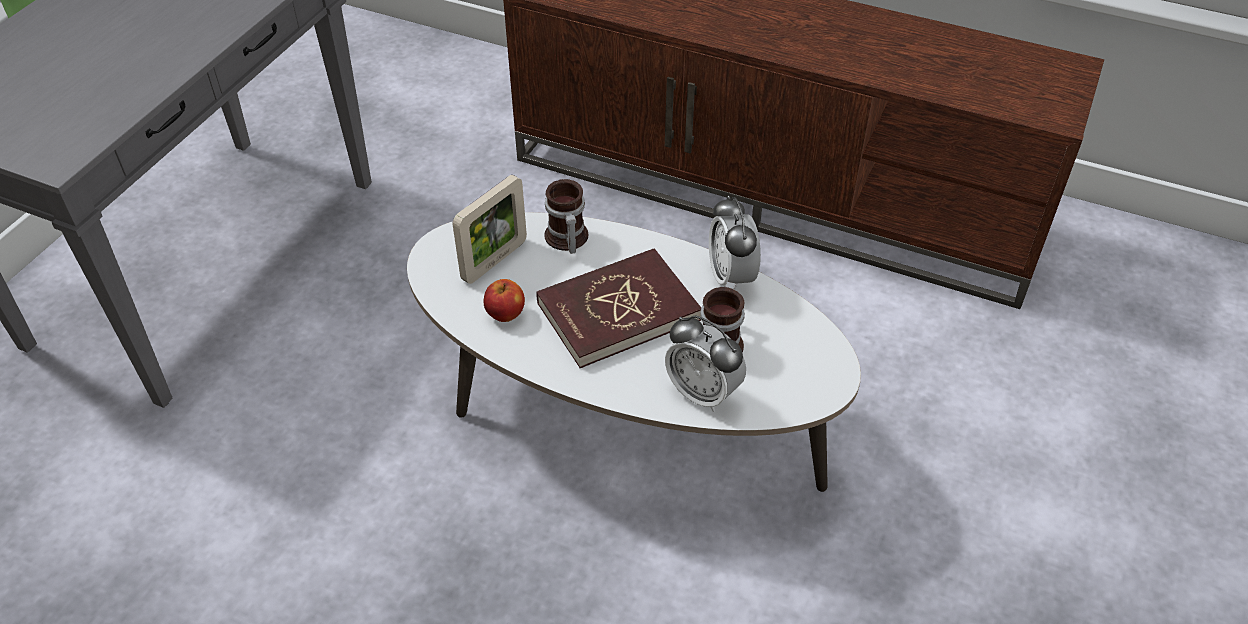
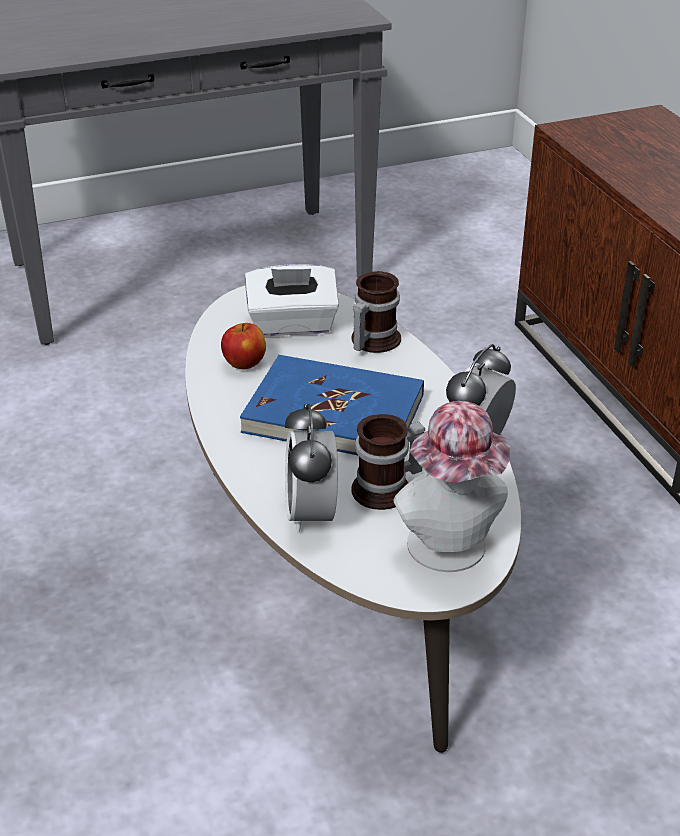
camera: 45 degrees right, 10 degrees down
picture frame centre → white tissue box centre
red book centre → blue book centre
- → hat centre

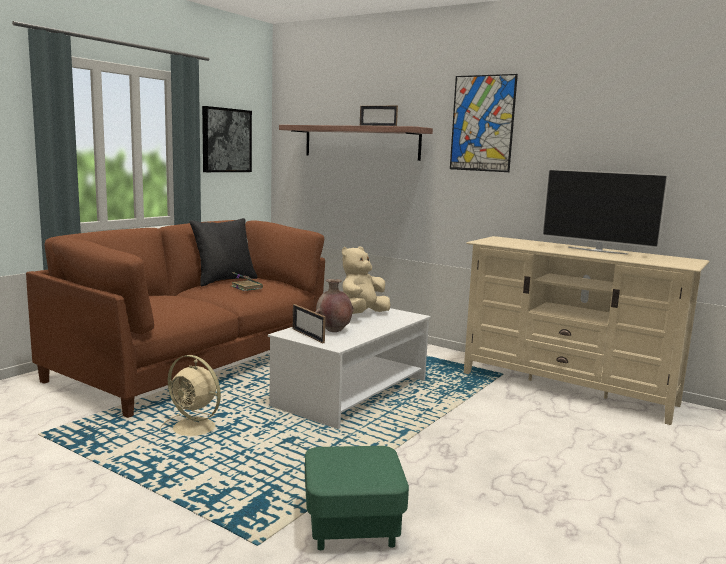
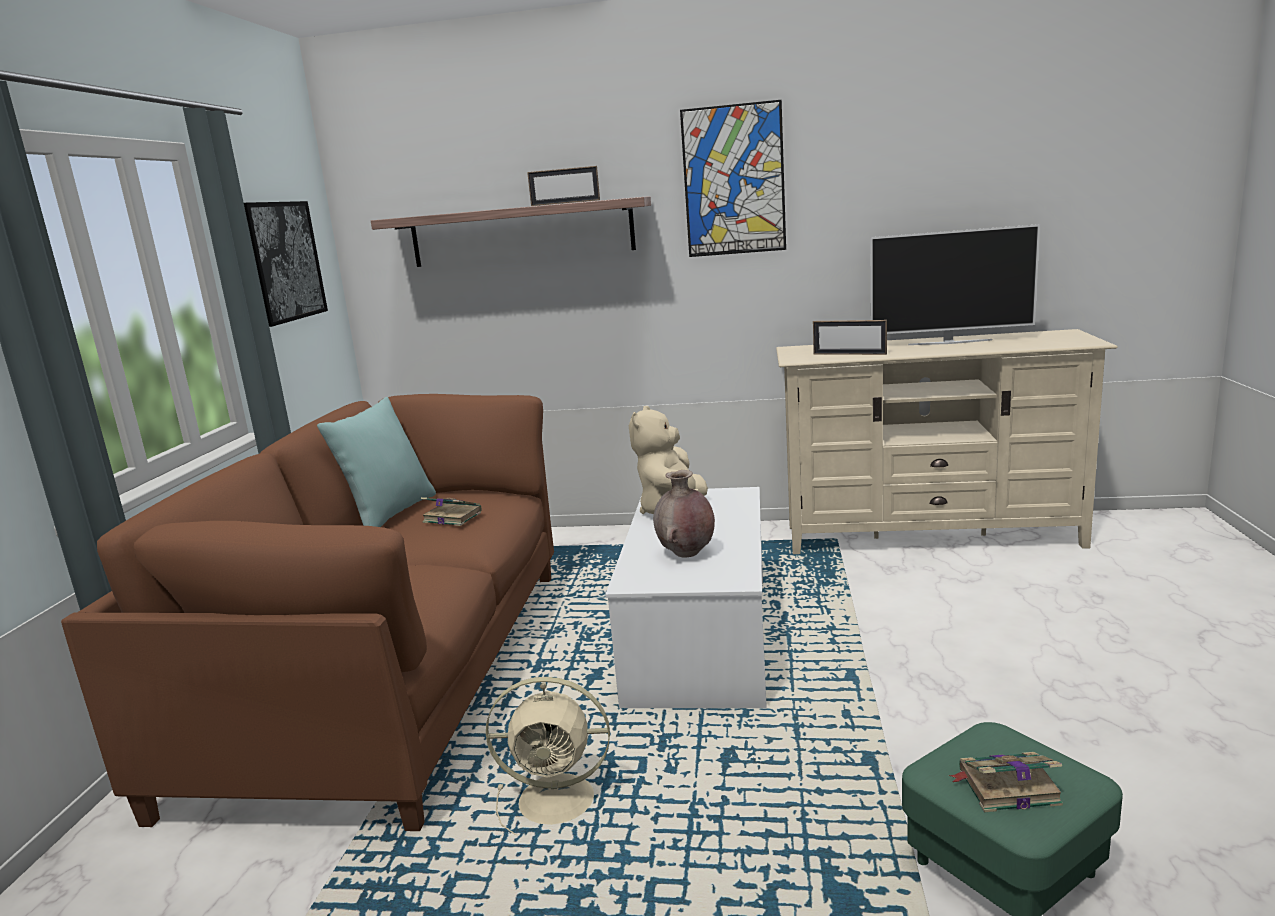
camera: 25 degrees left, 5 degrees up
black pillow middle left → turquoise pillow middle left
picture frame (1st from left in the first image) centre → picture frame (2nd from left) middle right, moved
- → book (2nd from left) bottom right

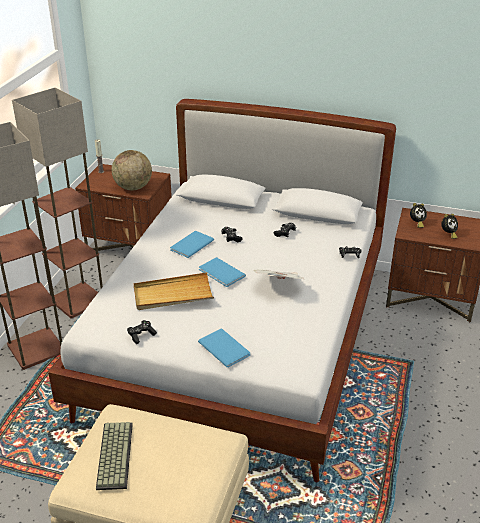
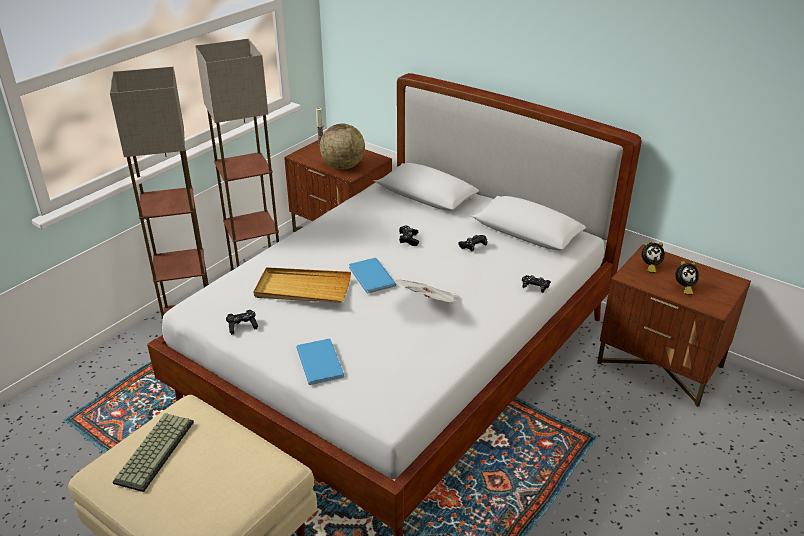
camera: 20 degrees right, 0 degrees up
blue book (1st from left) centre → -

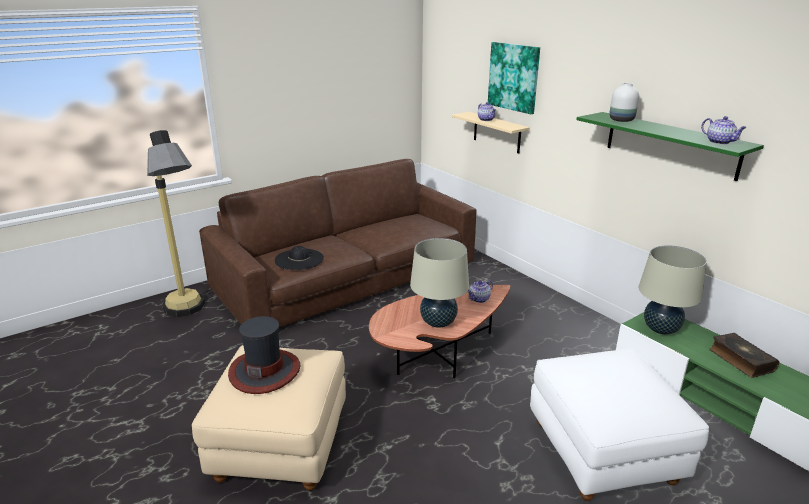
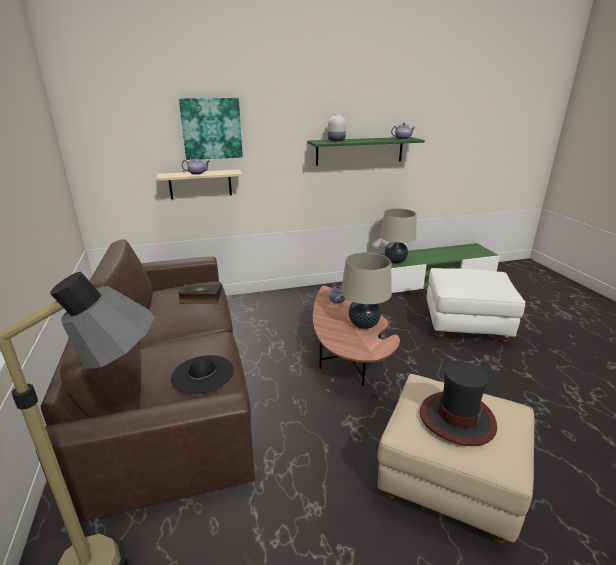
camera: 70 degrees left, 0 degrees up
book bottom right → book middle left, moved

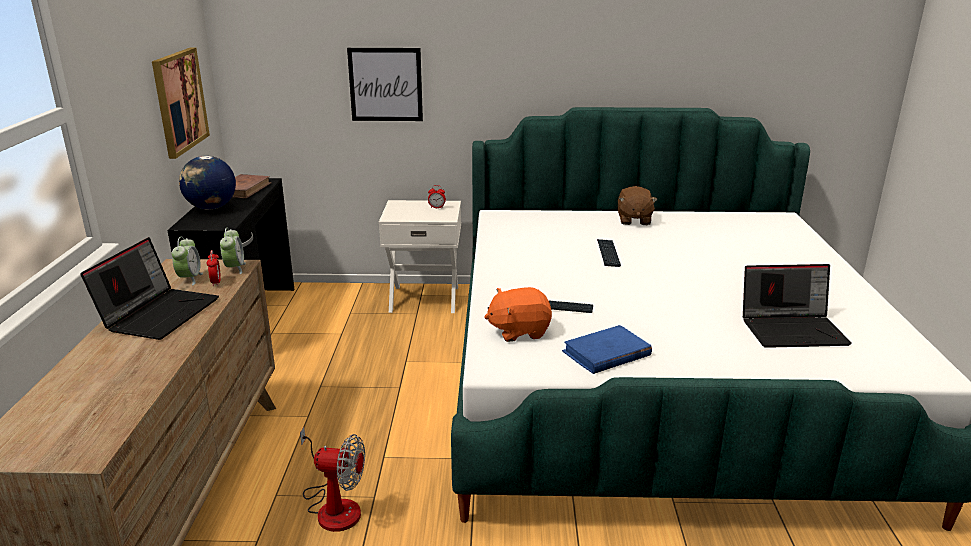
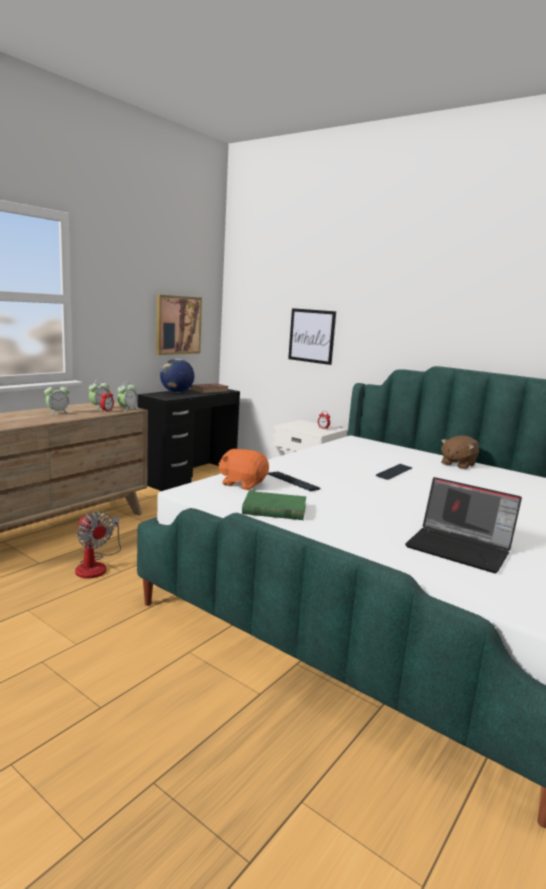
camera: 35 degrees right, 10 degrees down
laptop (1st from left) middle left → alarm clock (1st from left) middle left
blue book centre → green book centre

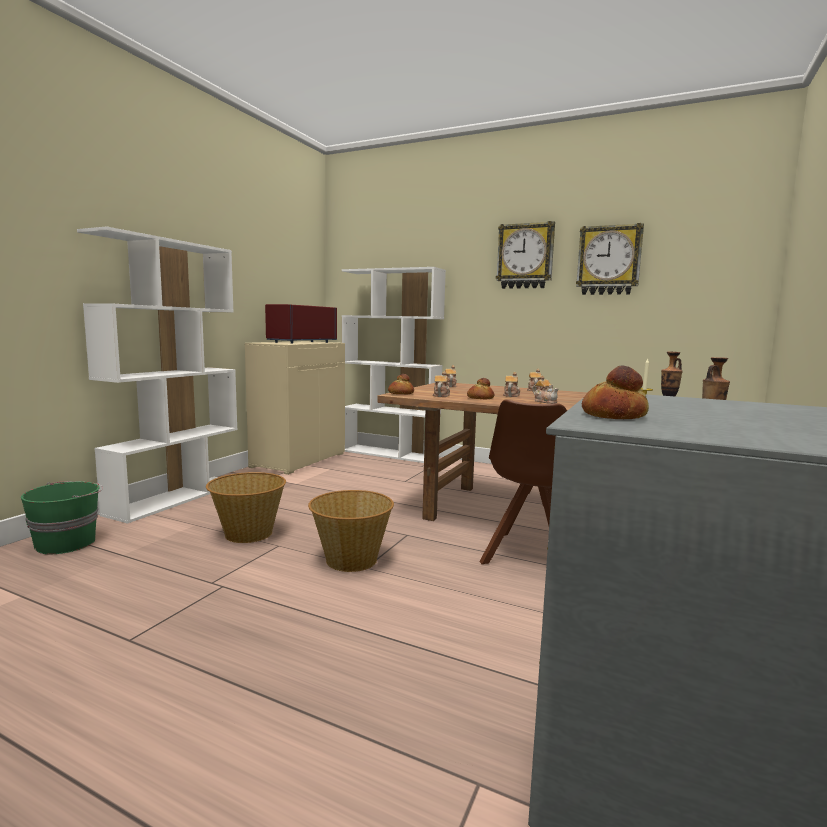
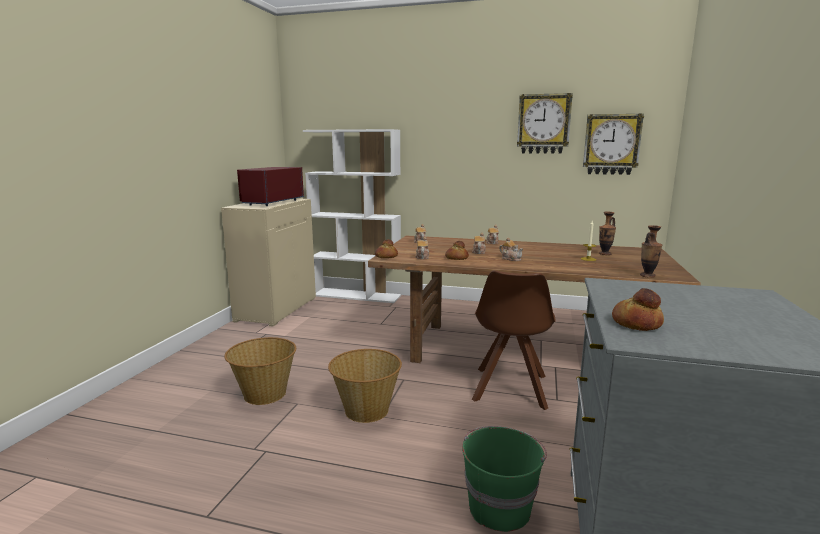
camera: 10 degrees left, 5 degrees up
wall clock (1st from left in the first image) top centre → wall clock (2nd from left) top right, moved
white bookcase (1st from left) middle left → -
green bucket middle left → green bucket bottom centre, moved

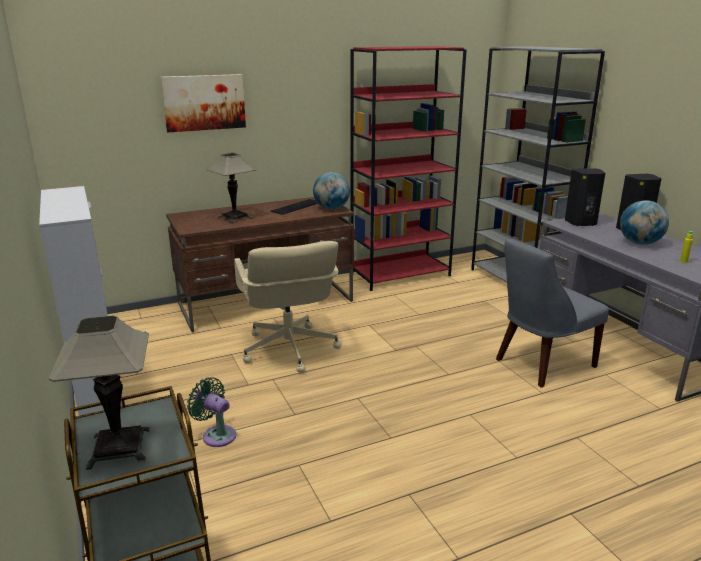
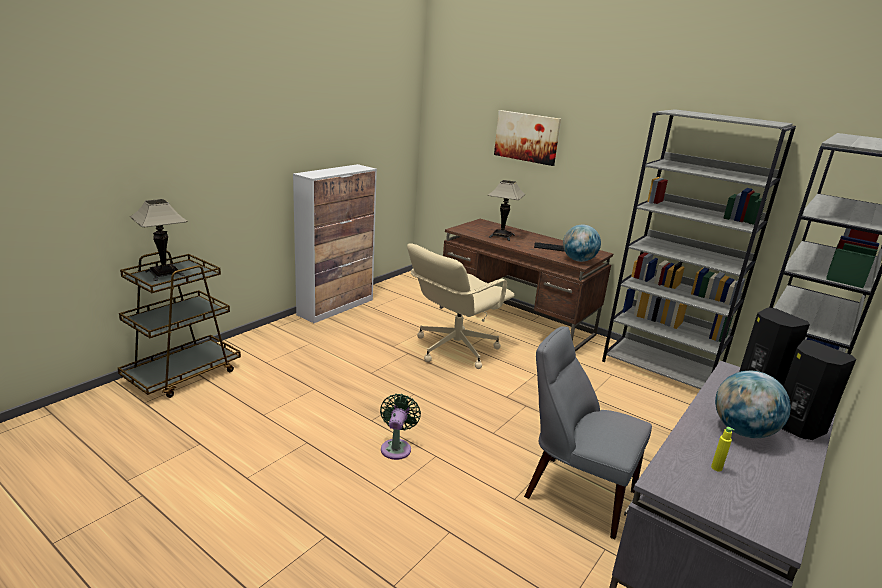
camera: 60 degrees right, 0 degrees up
red bookcase top centre → grey bookcase (1st from left) middle right
green fan bottom left → green fan bottom centre, moved

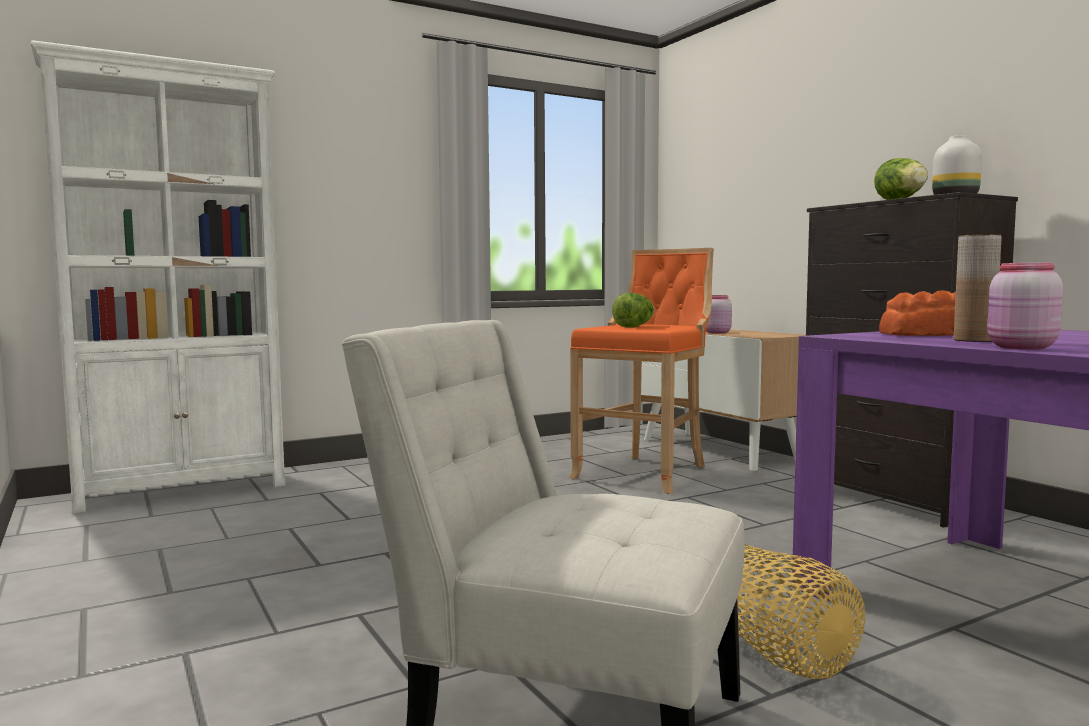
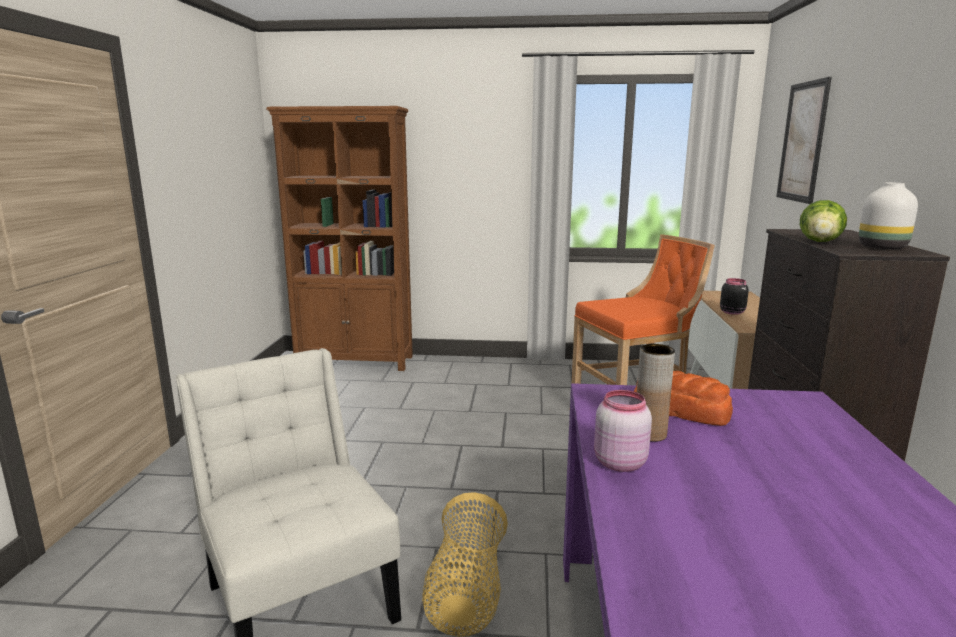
camera: 35 degrees right, 10 degrees up
white bookcase middle left → brown bookcase centre
lettuce (1st from left) centre → -
pink jar (1st from left) centre → black jar middle right
- → picture top right

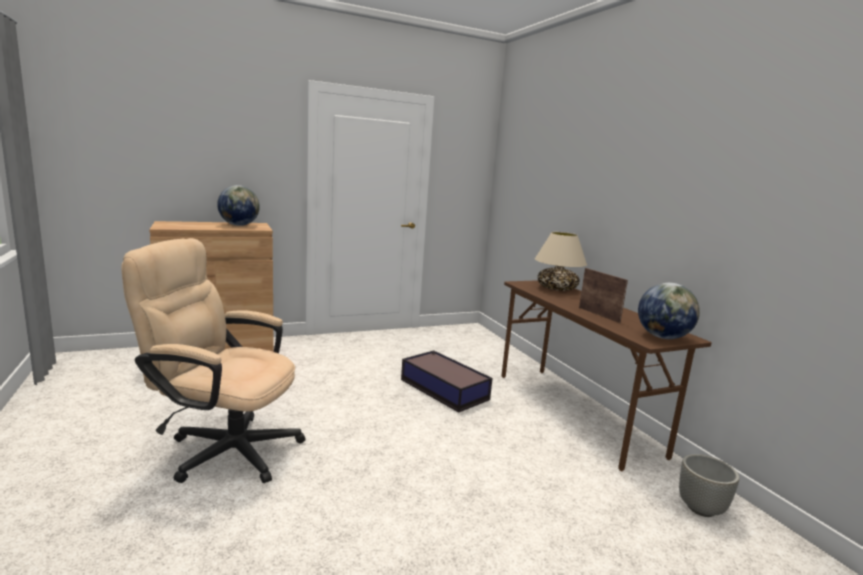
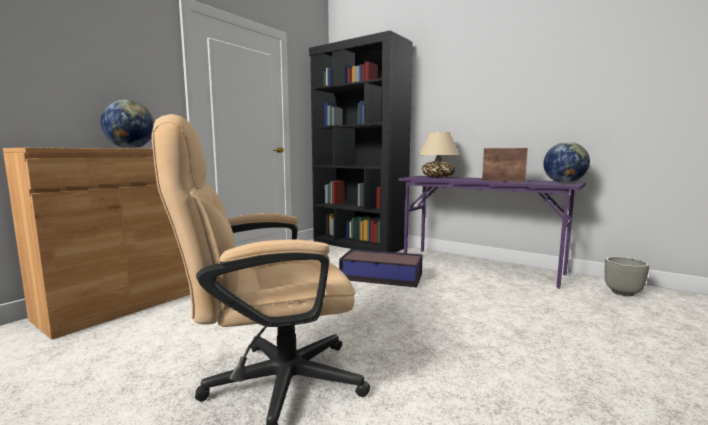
camera: 30 degrees left, 5 degrees down
brown desk middle right → purple desk middle right
- → black bookcase top centre

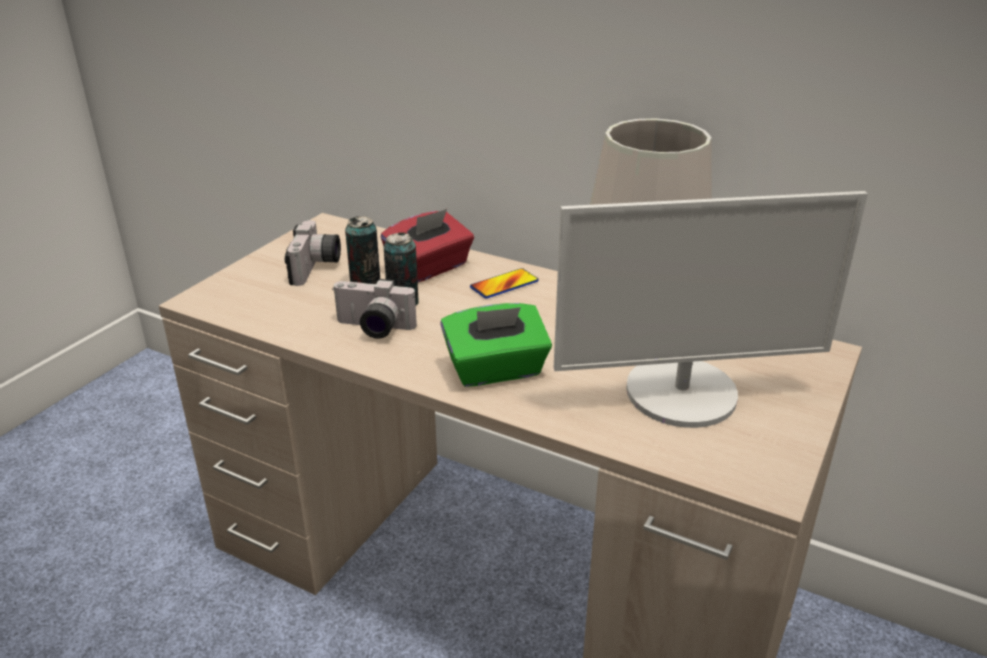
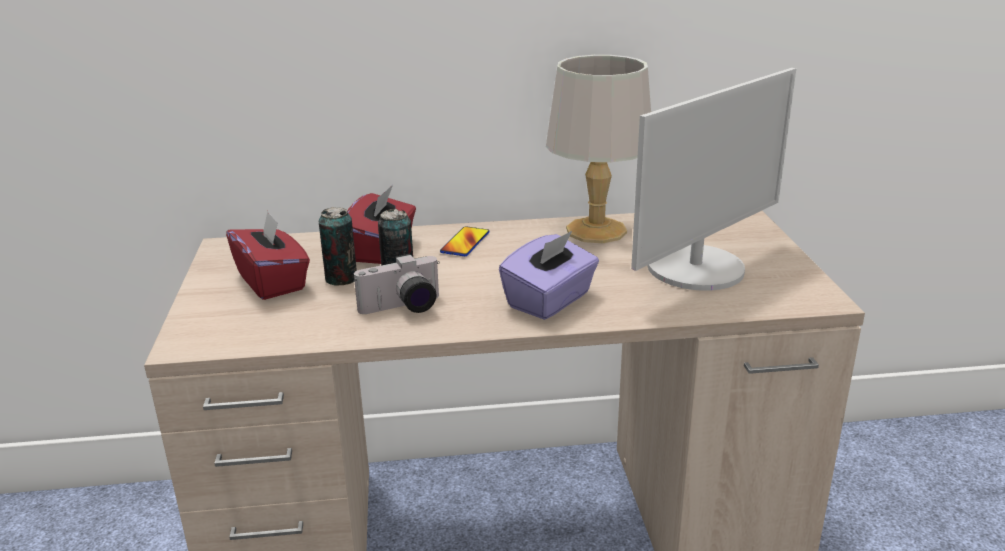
camera: 35 degrees left, 5 degrees down
photo camera (1st from left) middle left → red tissue box (1st from left) middle left
green tissue box centre → purple tissue box centre

